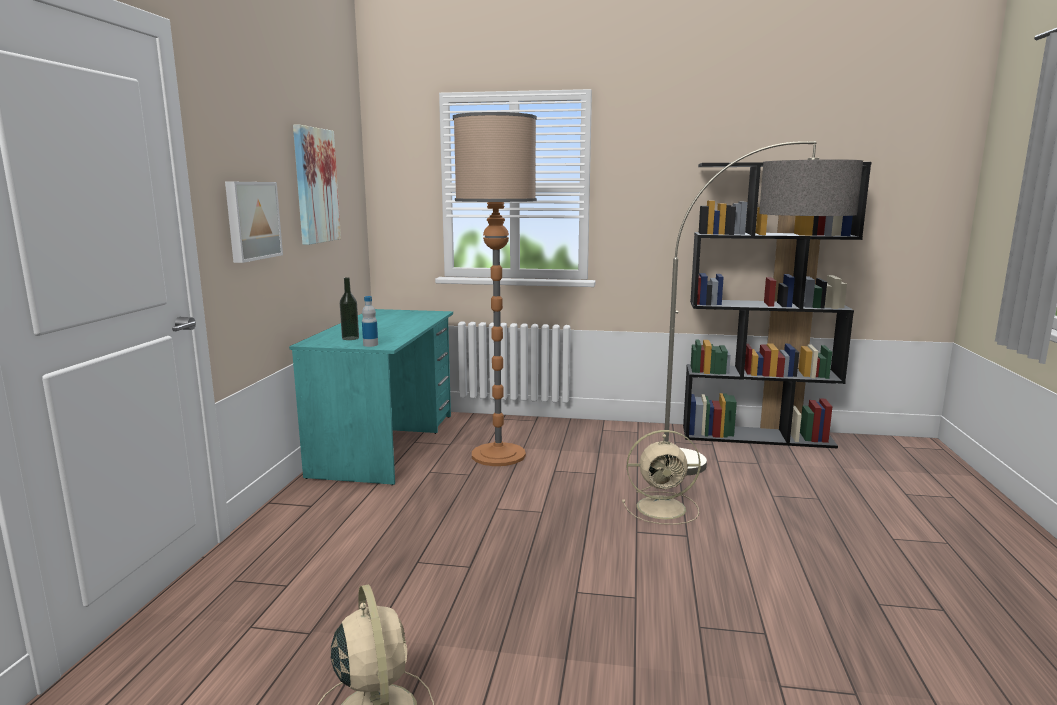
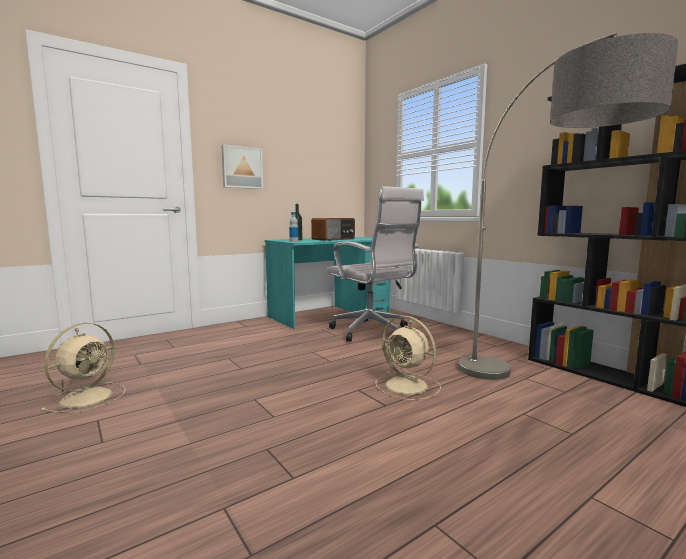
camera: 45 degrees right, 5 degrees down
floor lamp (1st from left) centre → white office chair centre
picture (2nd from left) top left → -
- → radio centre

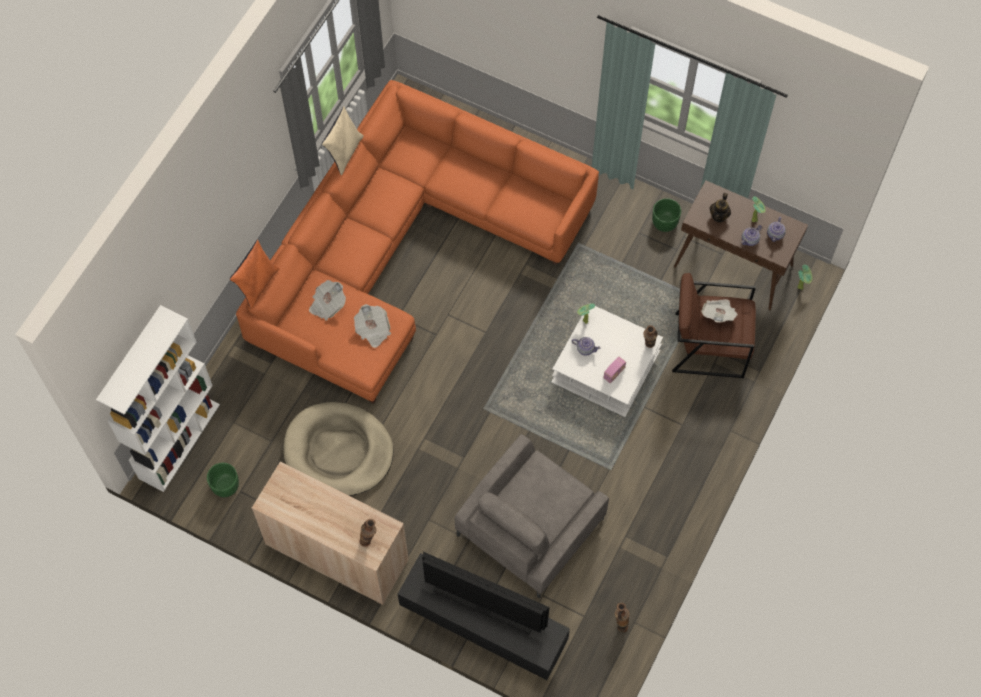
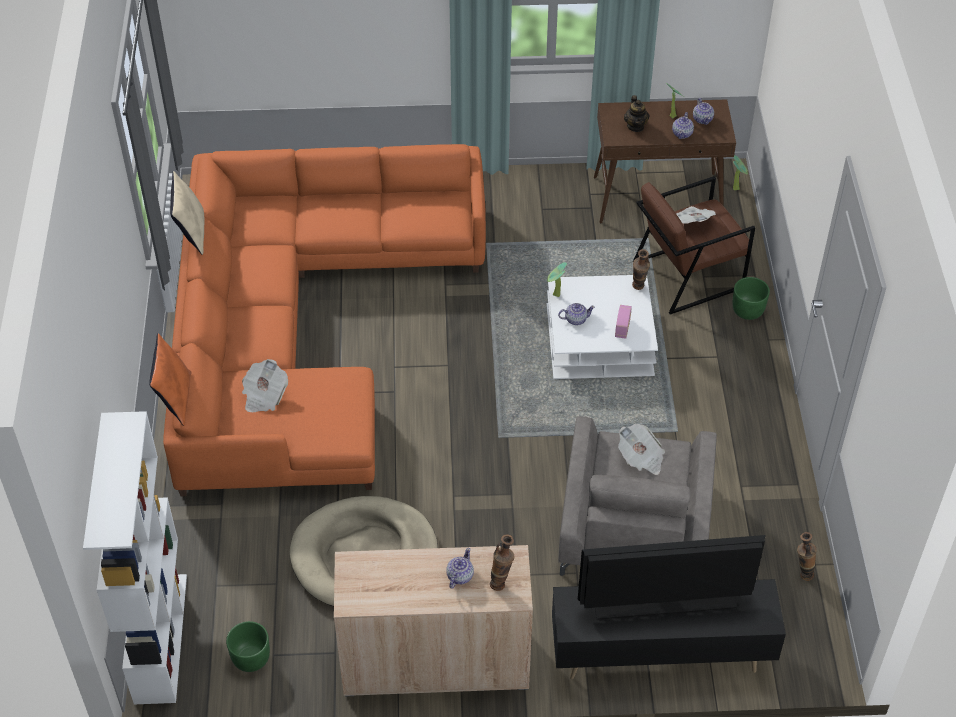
camera: 30 degrees left, 15 degrees down
green planter (2nd from left) top right → green planter (2nd from left) middle right, moved
newspaper (2nd from left) centre → newspaper (2nd from left) middle right, moved
- → teapot (1st from left) bottom centre

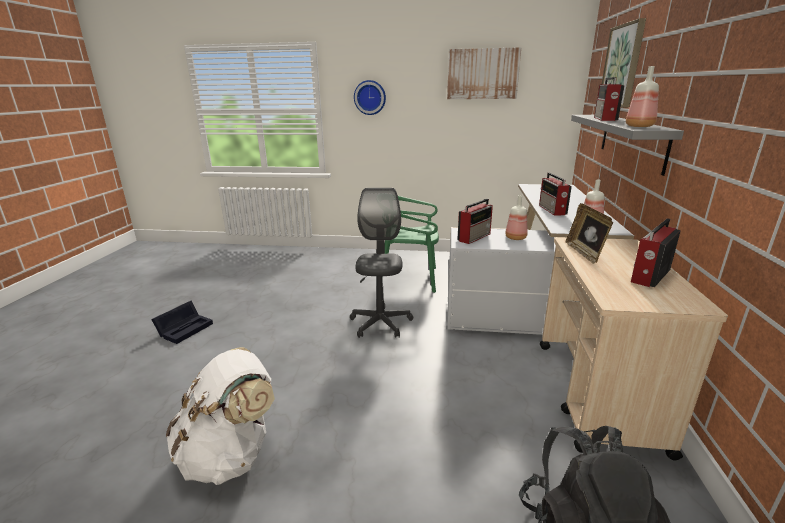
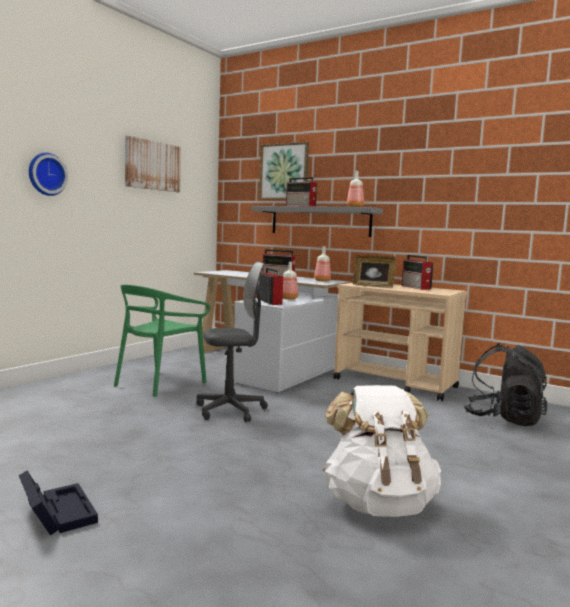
camera: 65 degrees left, 15 degrees down
grey office chair centre, 135 degrees clockwise

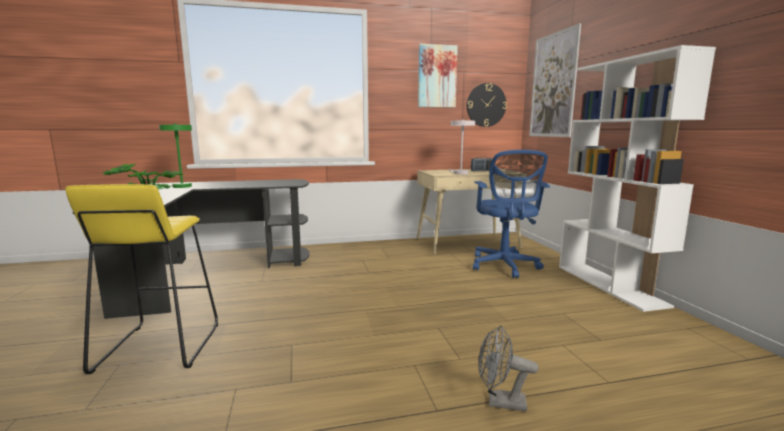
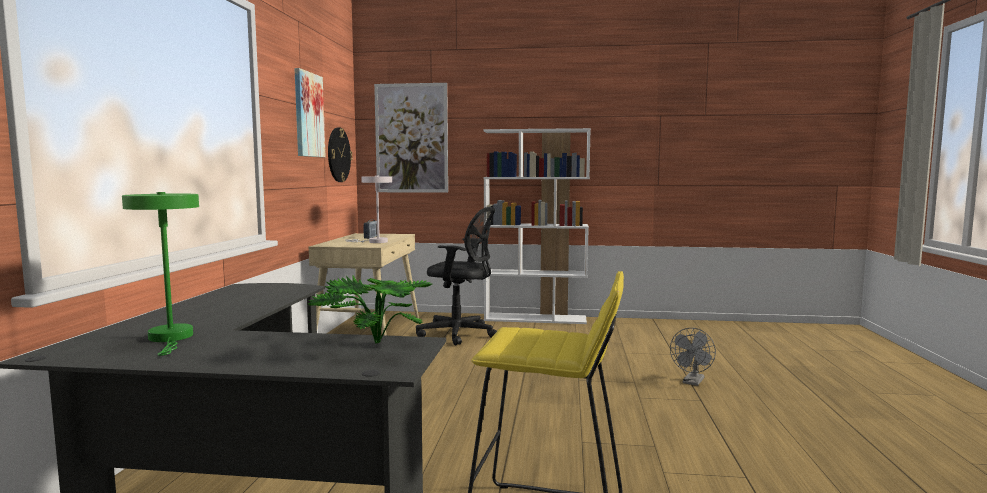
camera: 70 degrees left, 5 degrees down
blue office chair centre → black office chair centre

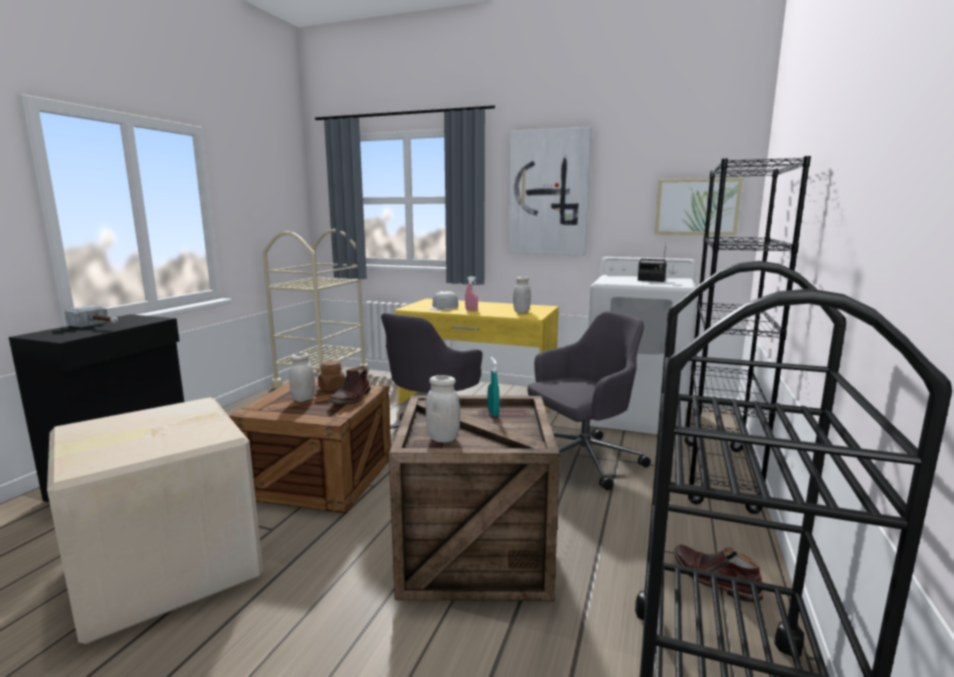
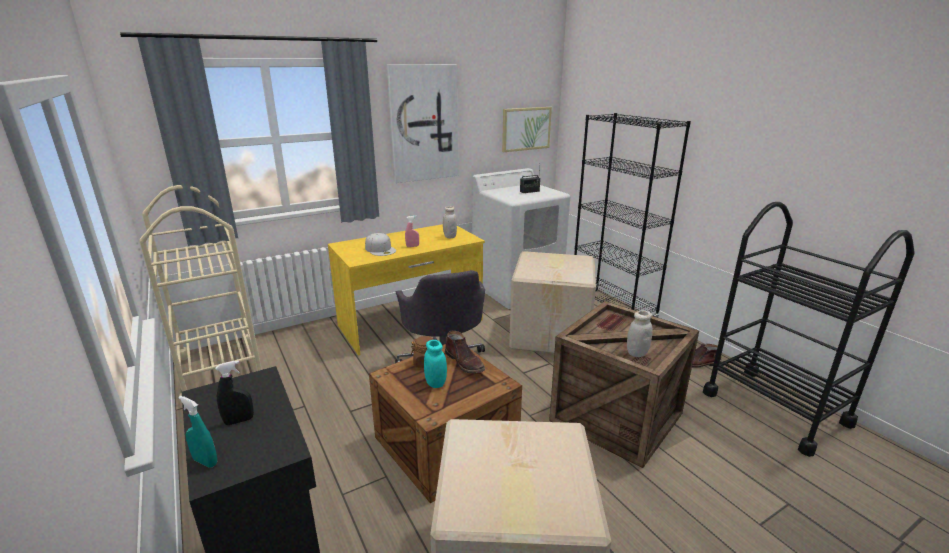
camera: 50 degrees left, 10 degrees up
hammer middle left → black spray bottle bottom left
grey office chair (2nd from left) centre → cardboard box (2nd from left) centre
white jar (1st from left) middle left → turquoise jar centre
turquoise spray bottle centre → turquoise spray bottle bottom left, moved

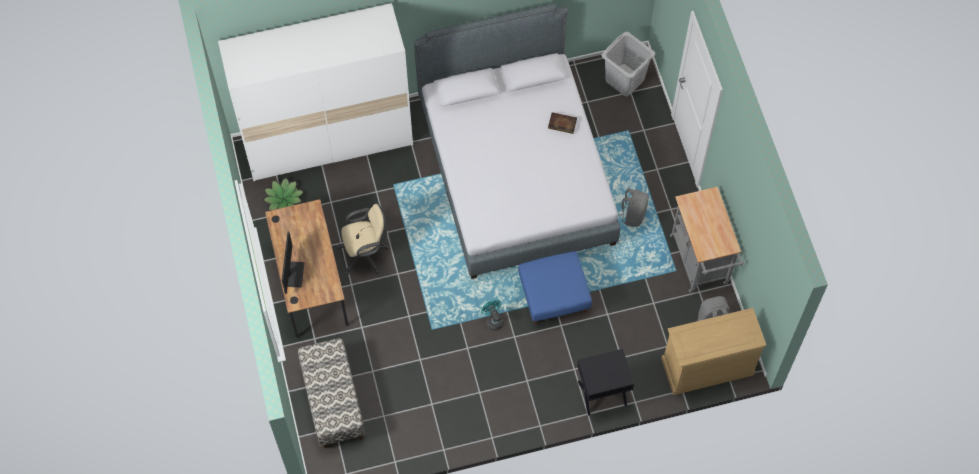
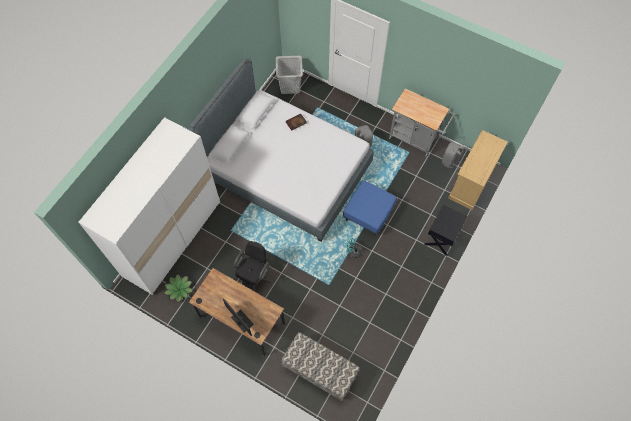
camera: 45 degrees left, 0 degrees up
beige office chair centre → black office chair centre

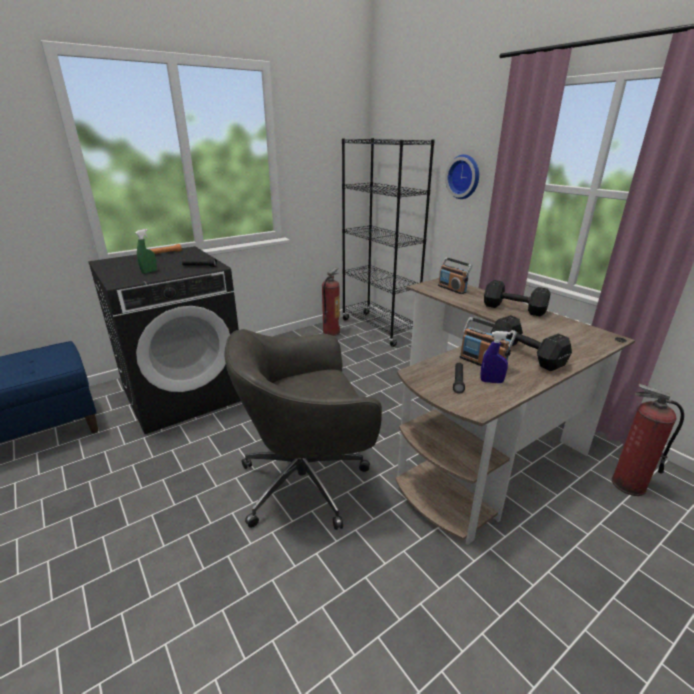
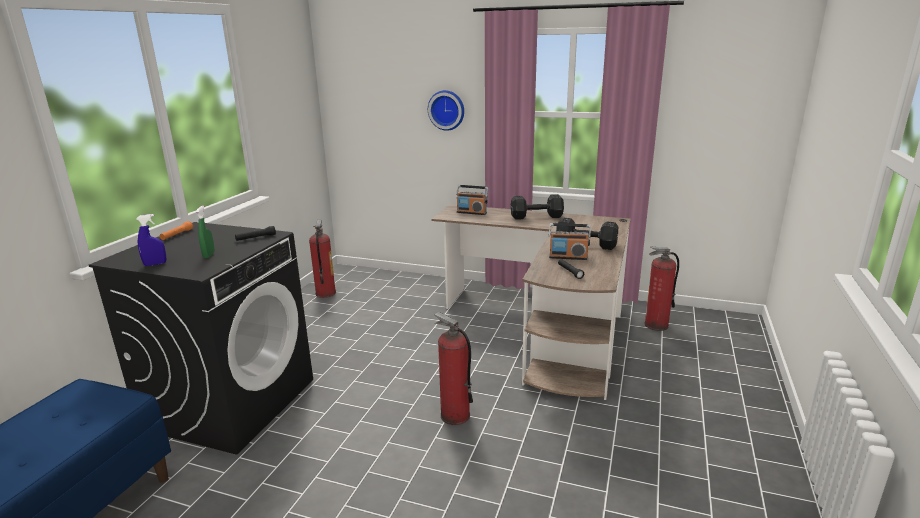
camera: 35 degrees left, 5 degrees down
black bookcase centre → -
grey office chair centre → fire extinguisher (2nd from left) bottom centre
blue spray bottle middle right → blue spray bottle middle left, moved

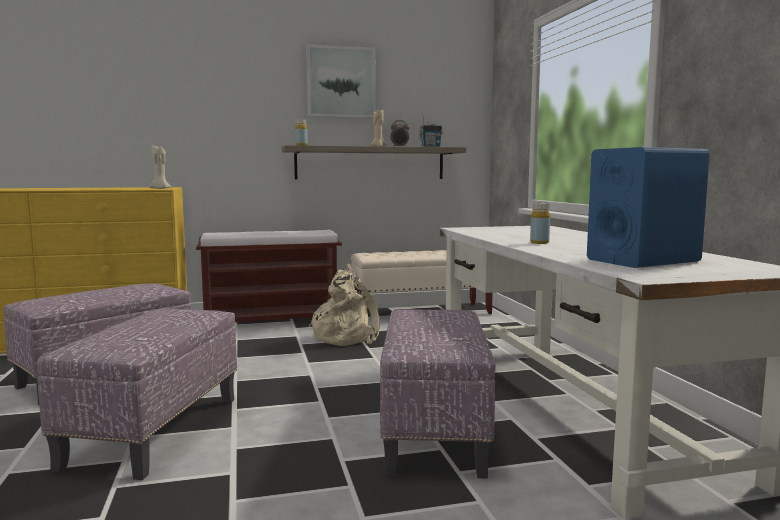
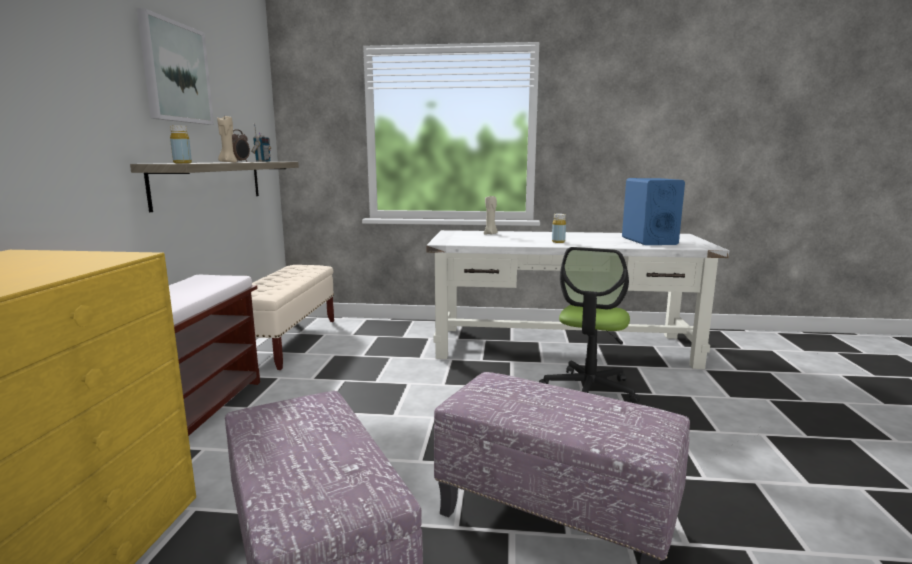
camera: 70 degrees left, 5 degrees up
beige candle (1st from left in the first image) top left → beige candle (2nd from left) centre, moved
beige backpack centre → -
ottoman (3rd from left) bottom centre → office chair centre

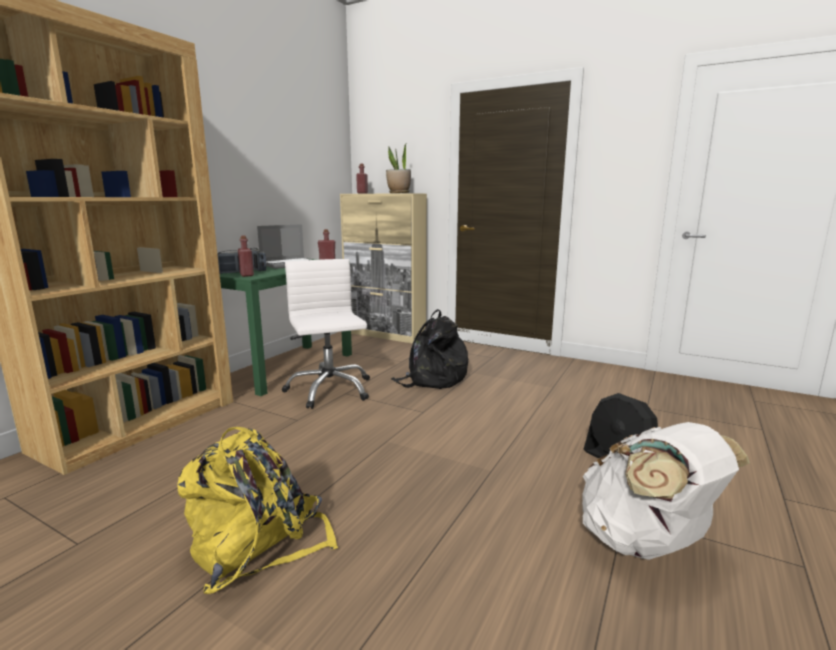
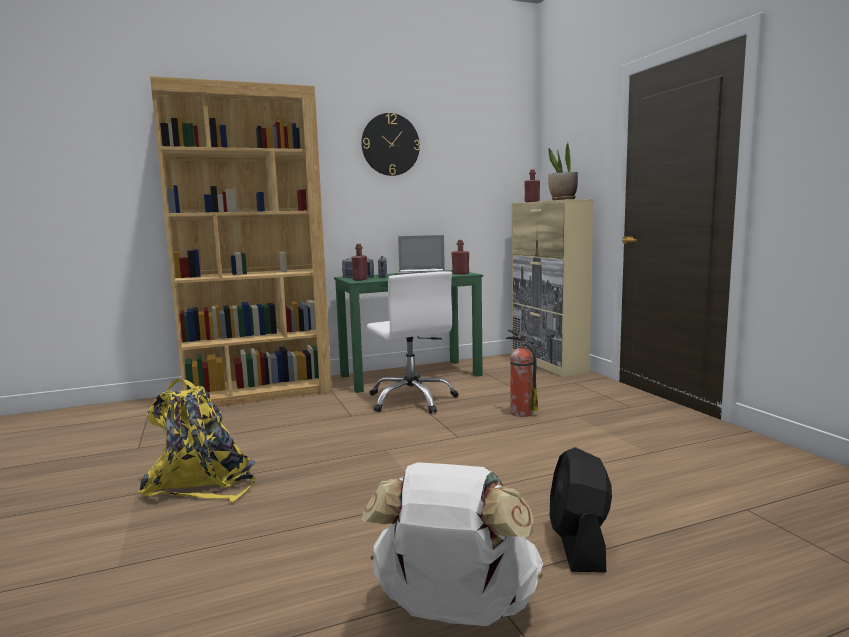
camera: 40 degrees right, 5 degrees down
white office chair centre, 135 degrees clockwise
black backpack centre → fire extinguisher centre
- → wall clock top centre

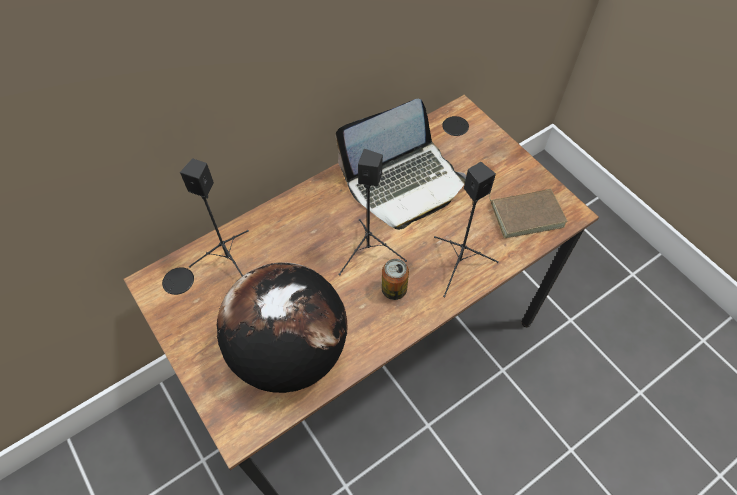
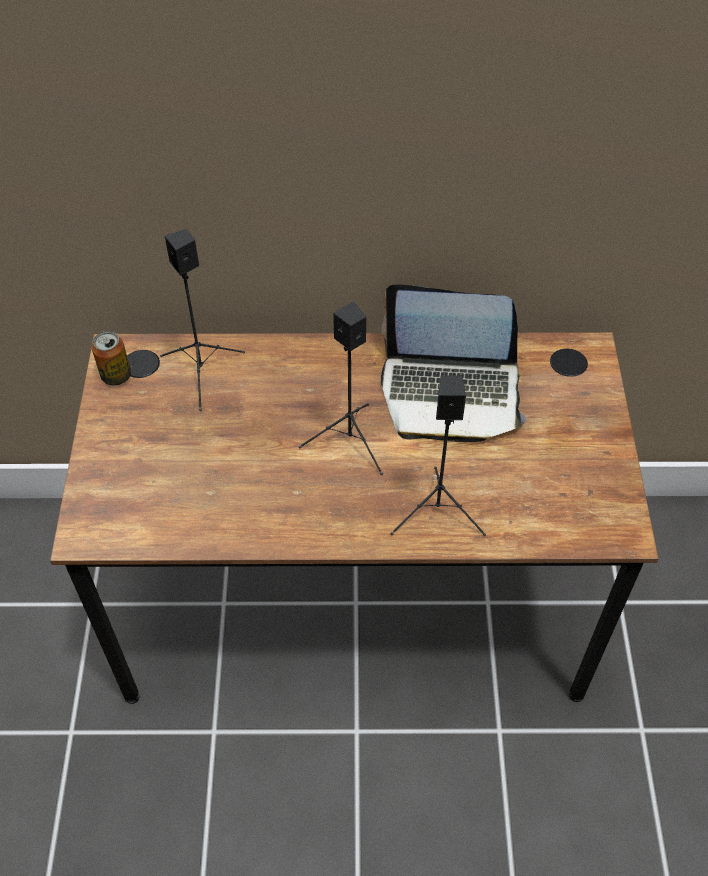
camera: 35 degrees right, 5 degrees down
brown book middle right → -
can centre → can middle left, moved
globe centre → -

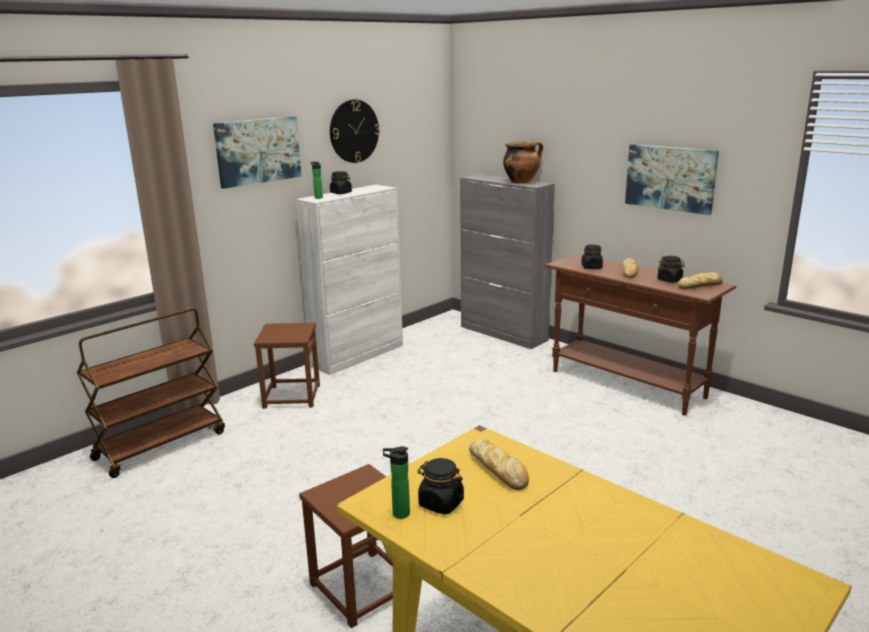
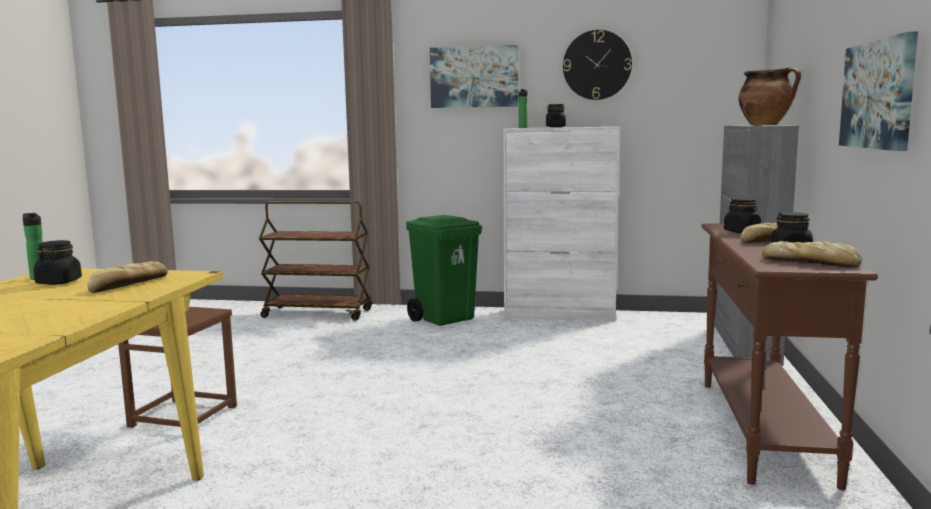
camera: 55 degrees right, 10 degrees down
brown stool (1st from left) middle left → green trash can centre

